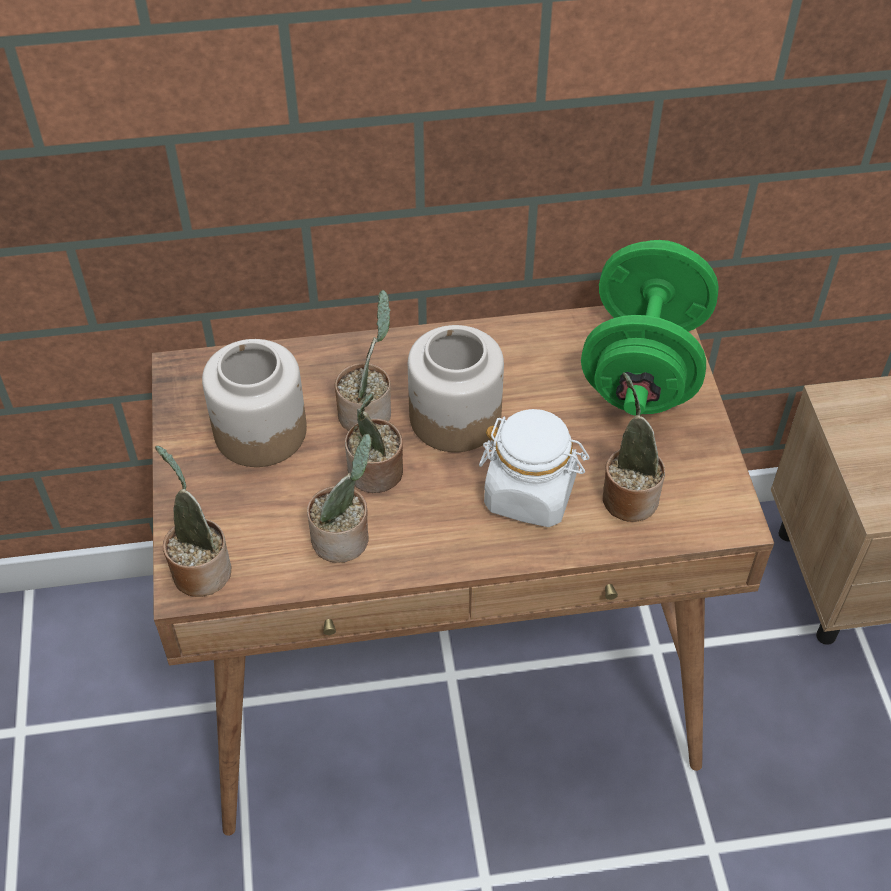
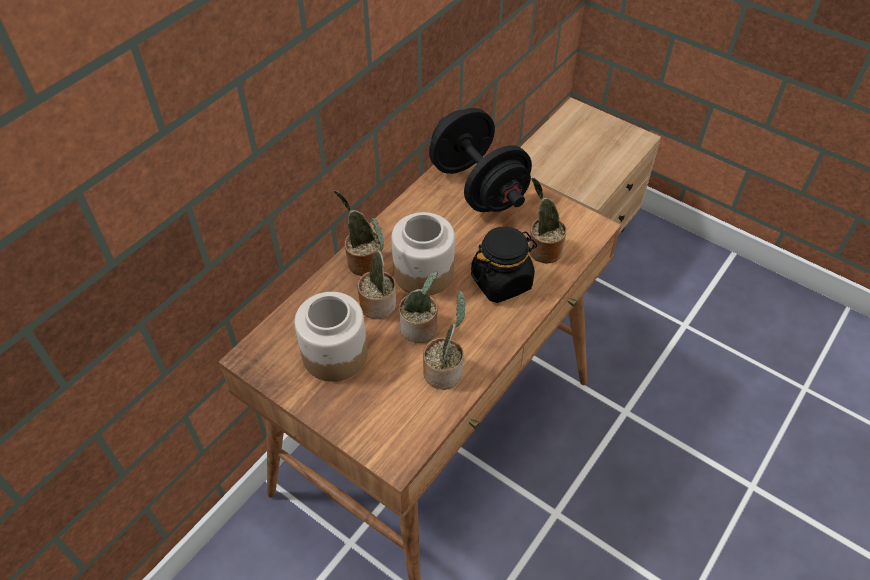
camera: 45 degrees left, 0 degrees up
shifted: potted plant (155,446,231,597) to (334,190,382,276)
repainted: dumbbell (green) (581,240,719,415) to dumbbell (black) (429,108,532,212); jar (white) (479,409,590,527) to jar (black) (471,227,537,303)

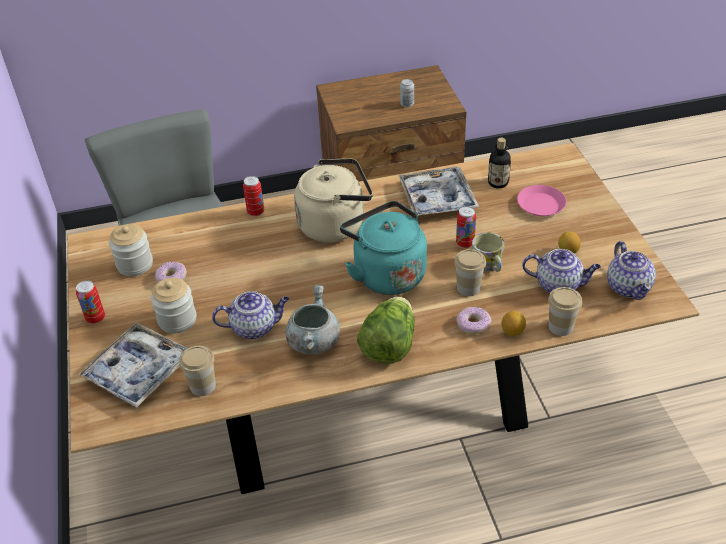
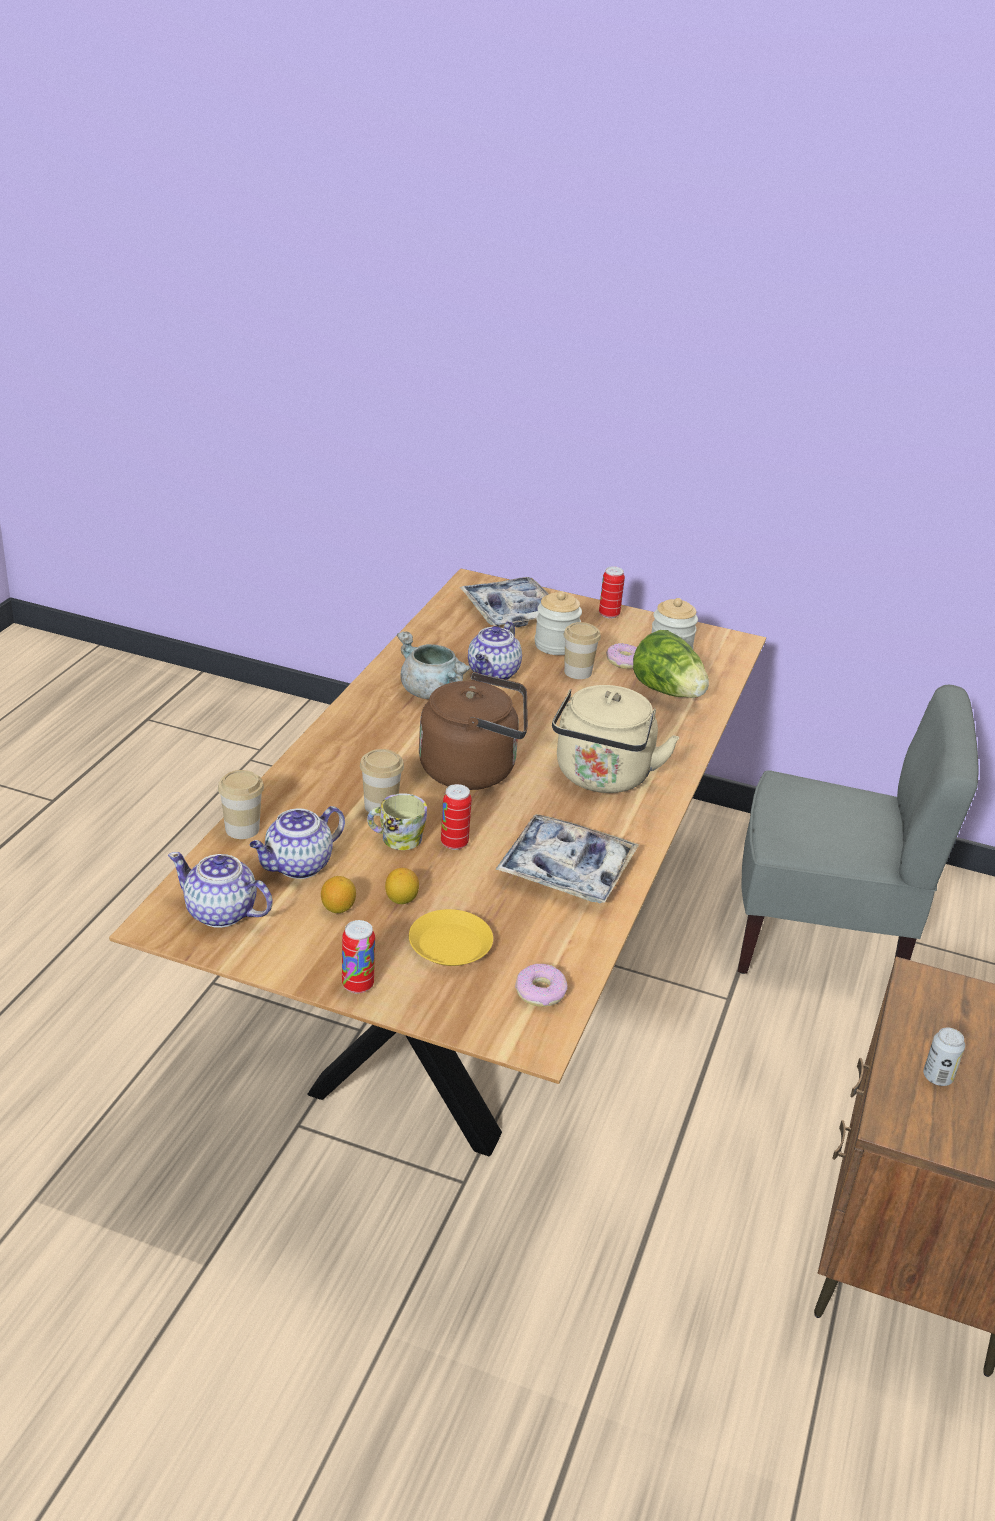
camera: 120 degrees right, 10 degrees down
gone: bottle (488,138,511,188)
shifted: can (243,176,264,217) to (342,920,375,993); lettuce (357,296,415,364) to (633,630,709,698); donut (456,307,491,334) to (515,964,568,1007); lemon (502,311,526,336) to (385,868,419,904); cup (179,346,216,396) to (563,622,601,679)
repainted: plate (pink) (517,185,566,216) to plate (yellow) (409,909,493,966); kettle (turquoise) (340,201,427,295) to kettle (brown) (419,672,528,790)

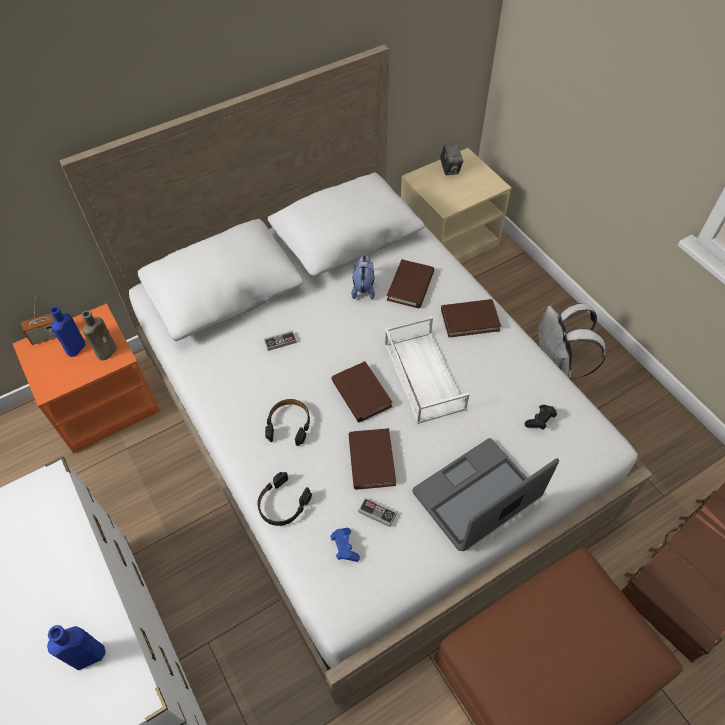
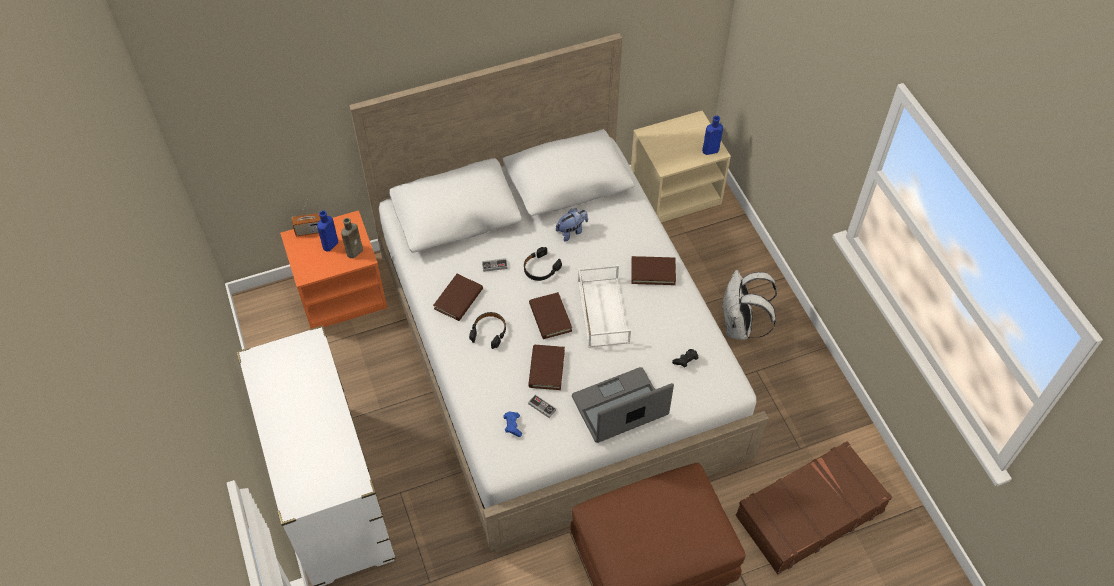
camera: 10 degrees right, 0 degrees up
gone: photo camera (440,143,463,175)
shifted: book (brown) (387,259,434,309) to (433,274,483,321); headphones (black) (258,472,312,526) to (524,247,562,281); bottle (blue) (47,625,106,670) to (702,115,723,155)
rotated: plush toy (351,256,375,300) = (556,209,588,242) 45 degrees clockwise

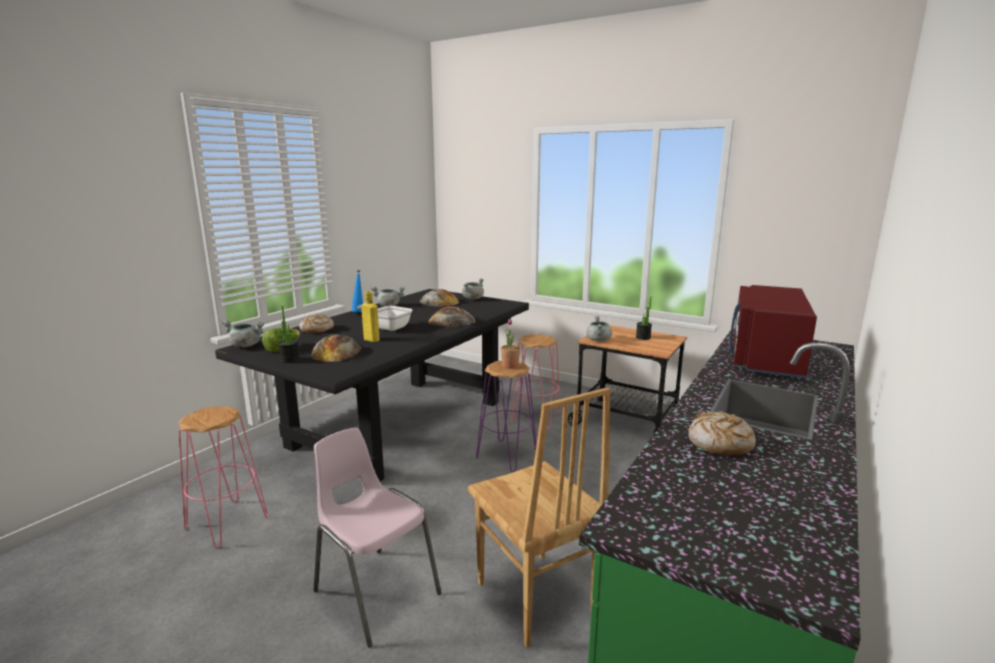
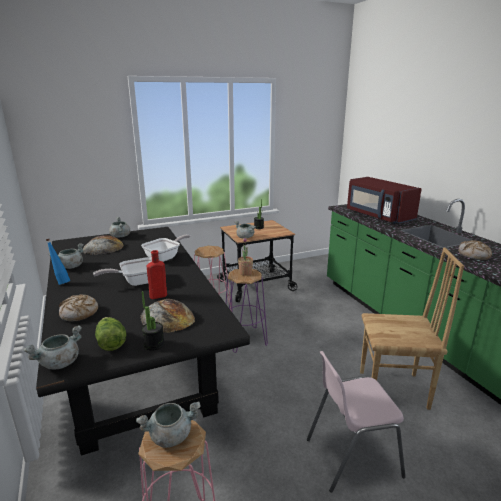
camera: 55 degrees left, 5 degrees up
new: cooking pot (grey) (136,401,201,448)
swapped: bread (428,306,476,327) to frying pan (141,235,190,262)
repainted: bottle (yellow) (361,292,380,342) to bottle (red) (147,250,167,299)

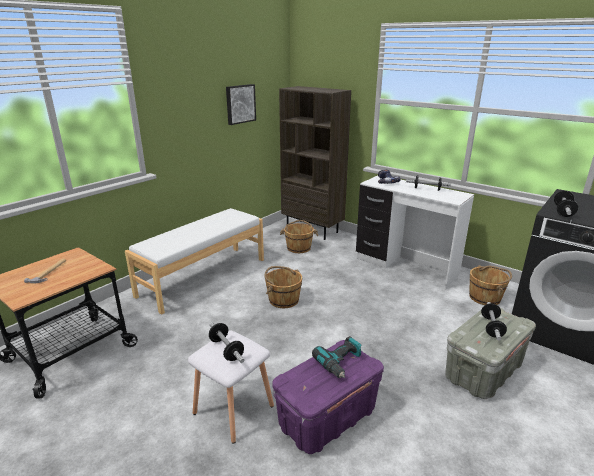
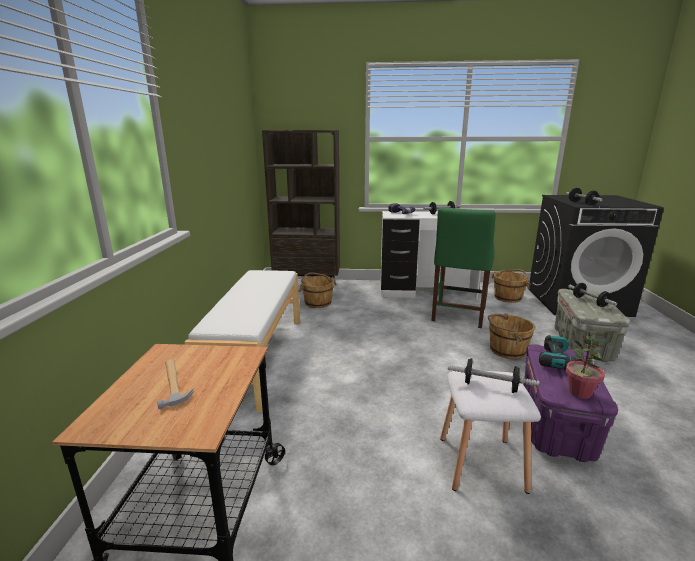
camera: 35 degrees left, 5 degrees down
gone: picture (226,84,256,125)
new: chair (green) (431,207,496,328); potted plant (566,331,605,399)
shifted: bucket (brown) (264,266,302,308) to (488,313,535,359)

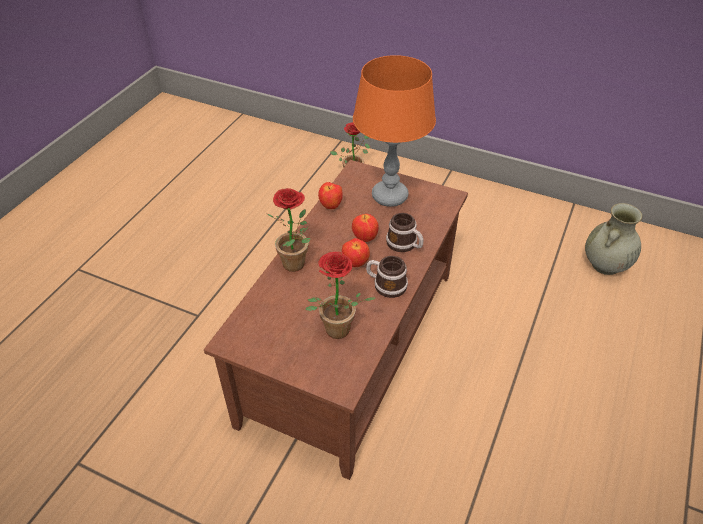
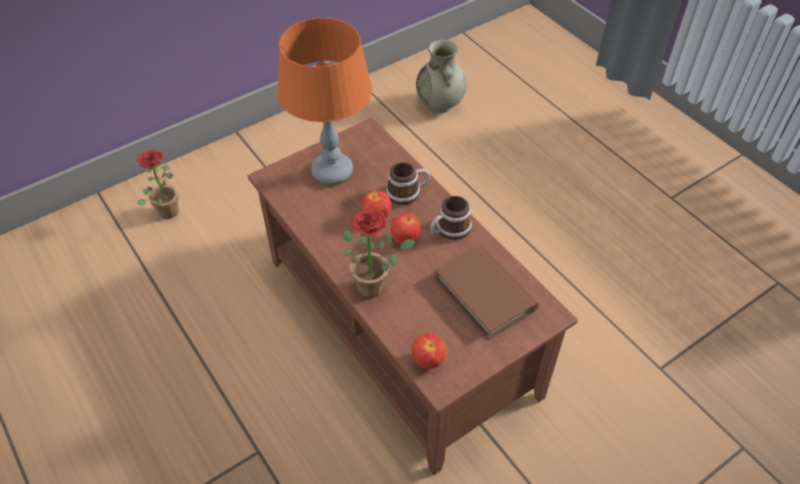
camera: 60 degrees left, 5 degrees up
shifted: apple (318,182,343,209) to (412,332,447,369)
swapped: potted plant (305,252,376,339) to book (brown) (434,244,539,339)

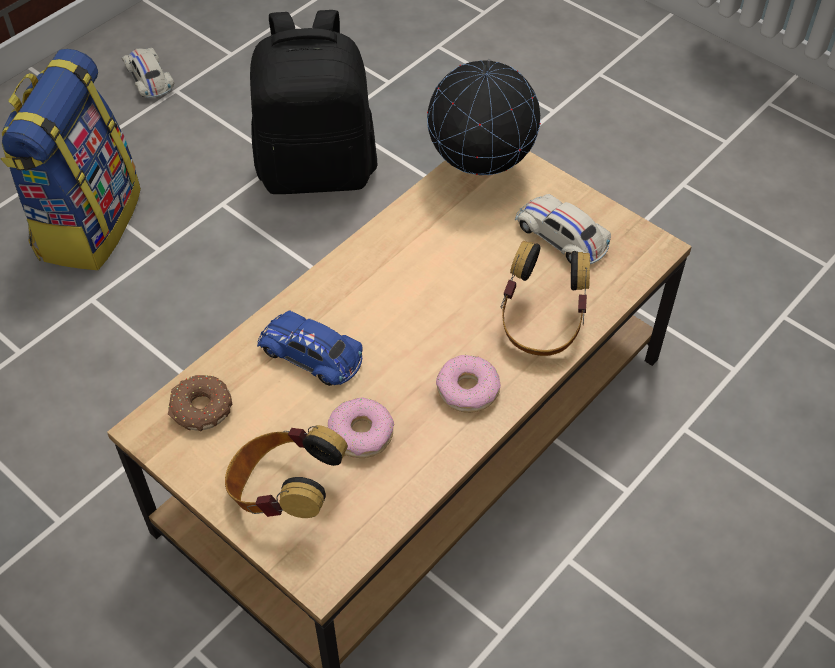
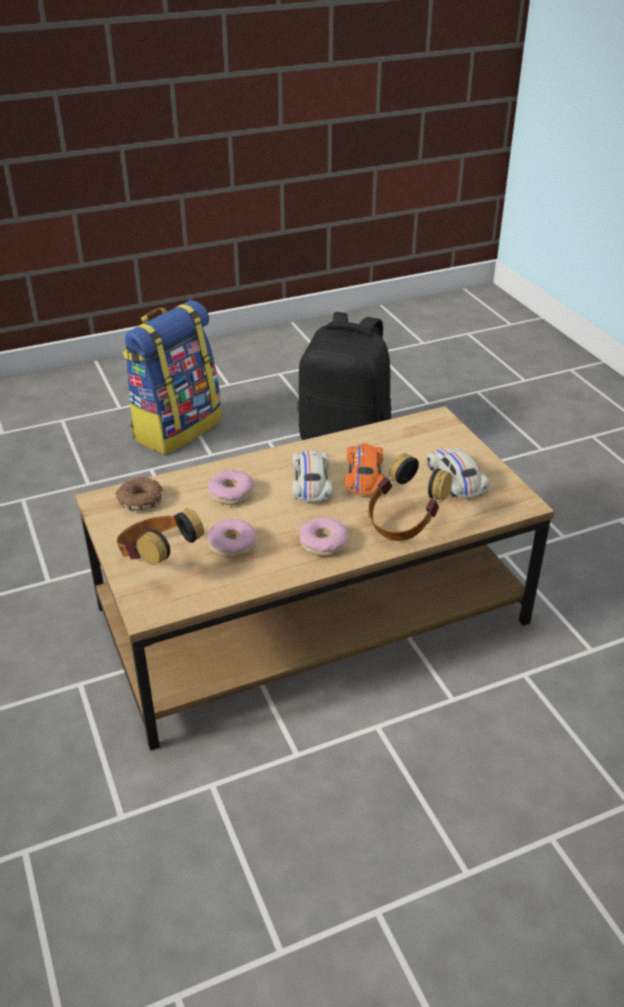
camera: 25 degrees right, 15 degrees down
gone: globe (427,59,541,175)
new: toy car (orange) (345,444,385,495)
shifted: toy car (white) (122,48,174,98) to (292,449,333,502)
swapped: toy car (blue) (257,311,362,386) to donut (208,469,254,505)

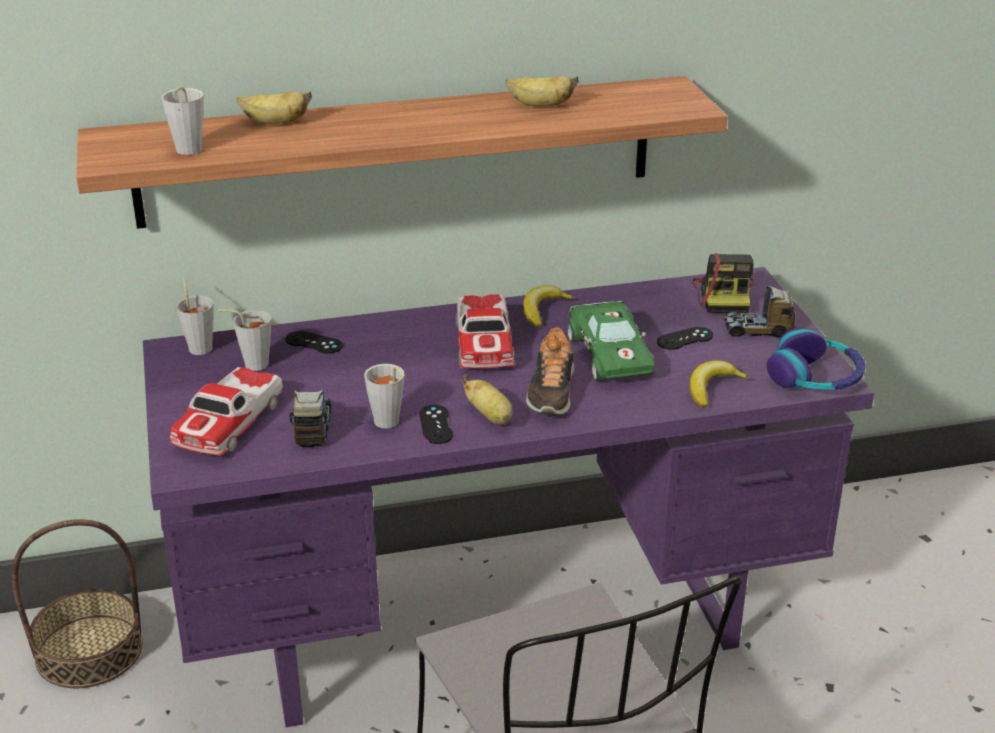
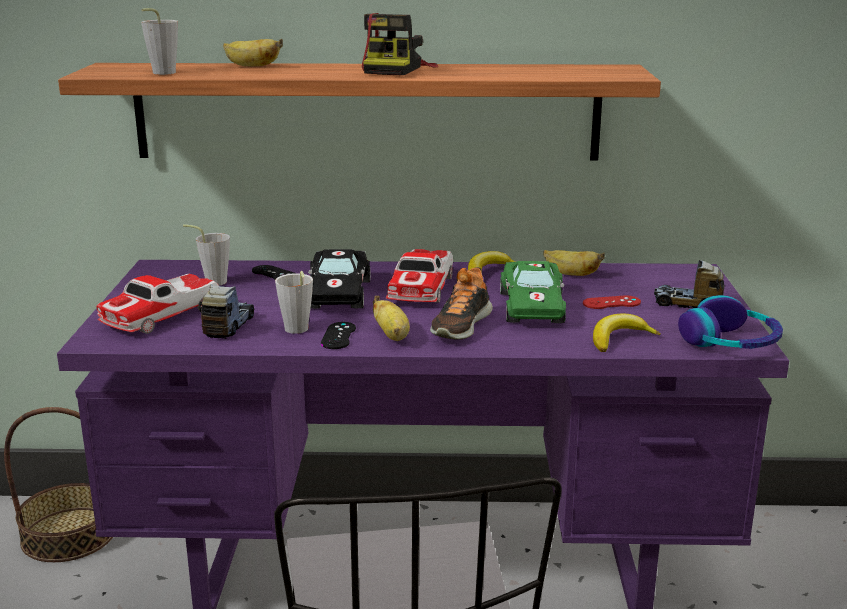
camera: 15 degrees right, 10 degrees down
gone: cup (grey) (176,278,214,355)
new: toy car (black) (308,249,370,309)
shifted: banana (505,76,579,106) to (543,250,605,276); photo camera (692,253,754,313) to (362,13,438,75)
repainted: game controller (black) (657,327,713,350) to game controller (red) (583,296,641,309)

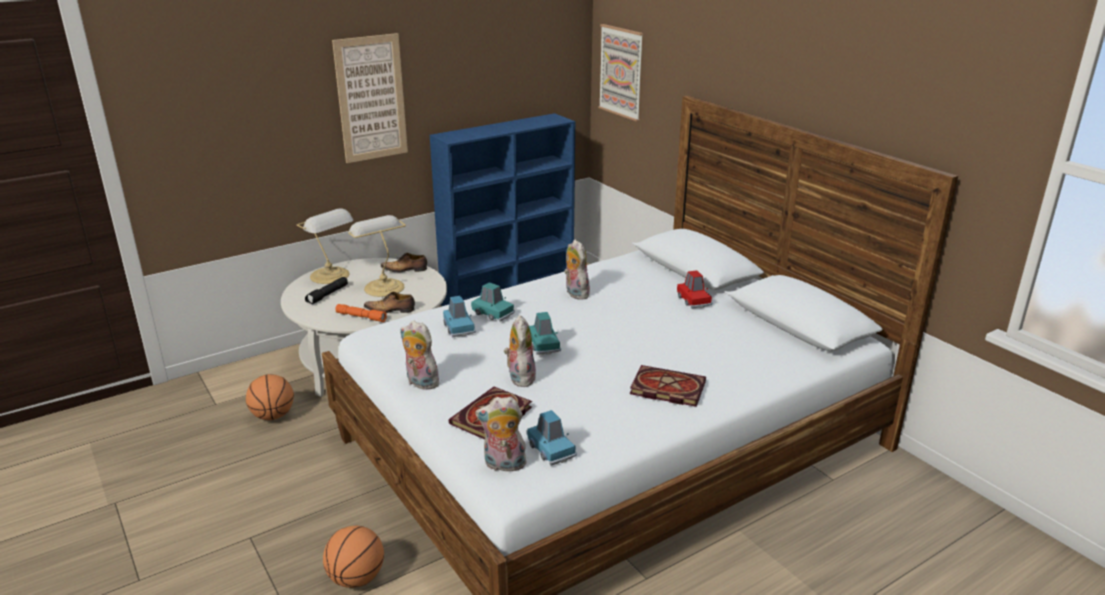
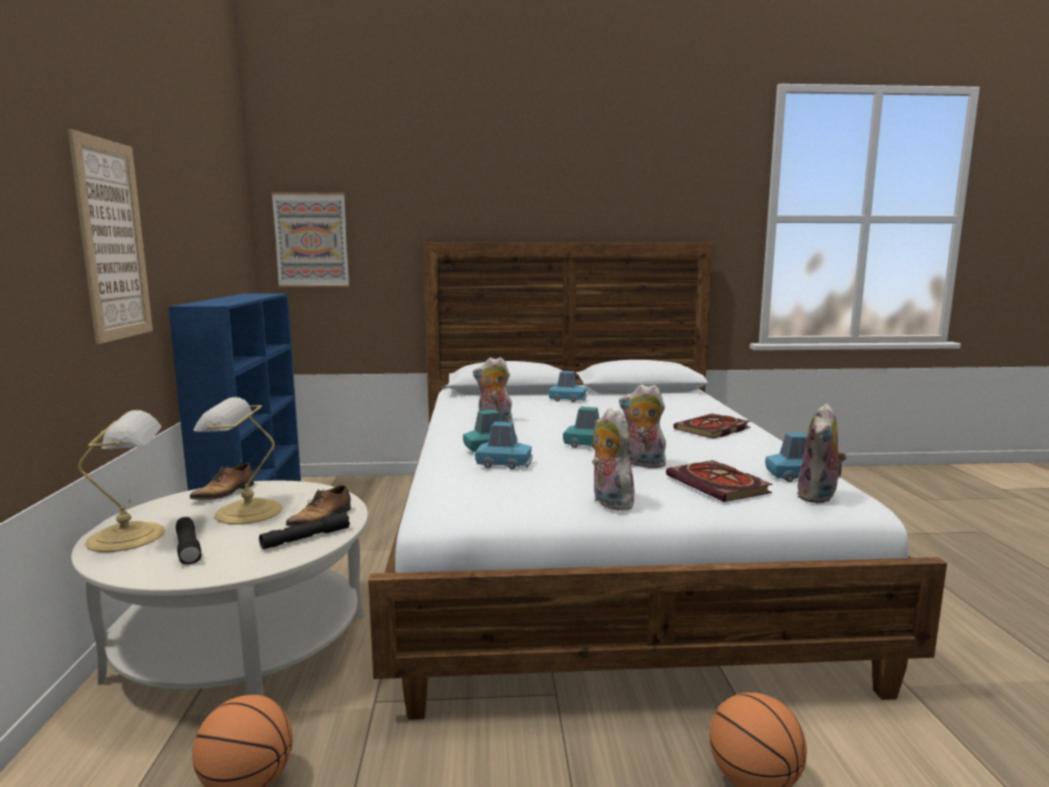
camera: 60 degrees left, 15 degrees down
repainted: toy car (red) (677,270,712,309) to toy car (blue) (548,371,587,402); flashlight (orange) (335,304,387,322) to flashlight (black) (259,512,350,549)
rotated: plush toy (400,320,439,390) = (592,408,636,510) 90 degrees clockwise

